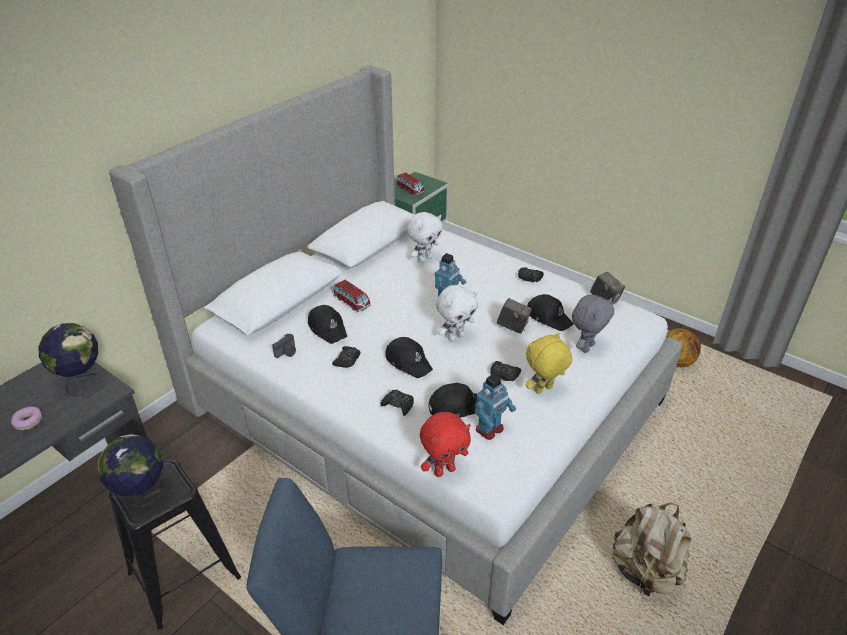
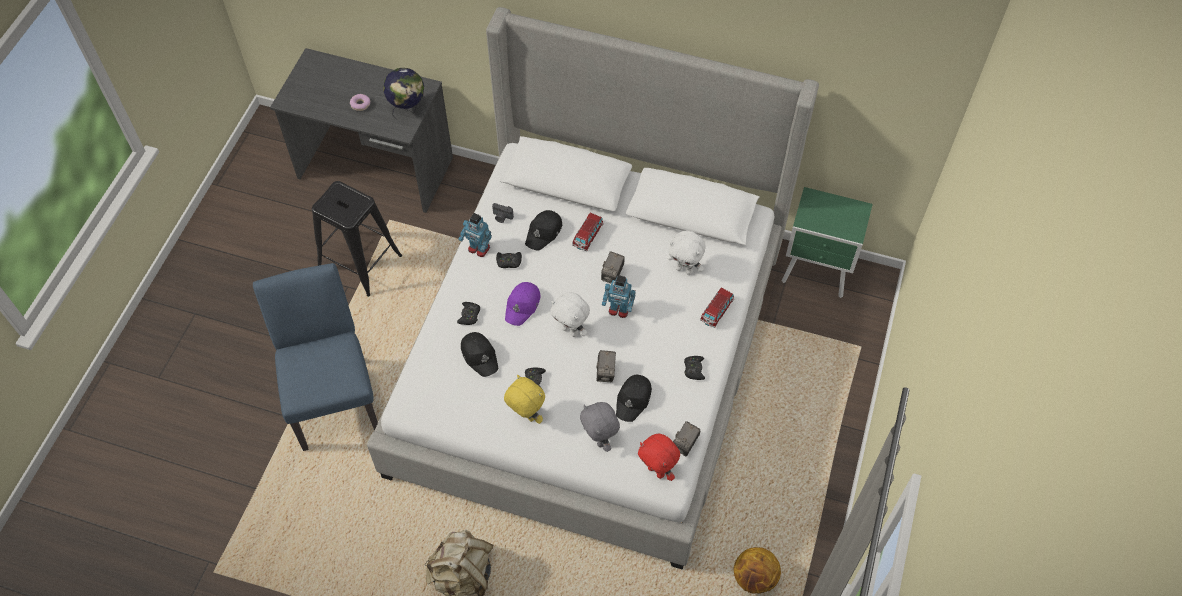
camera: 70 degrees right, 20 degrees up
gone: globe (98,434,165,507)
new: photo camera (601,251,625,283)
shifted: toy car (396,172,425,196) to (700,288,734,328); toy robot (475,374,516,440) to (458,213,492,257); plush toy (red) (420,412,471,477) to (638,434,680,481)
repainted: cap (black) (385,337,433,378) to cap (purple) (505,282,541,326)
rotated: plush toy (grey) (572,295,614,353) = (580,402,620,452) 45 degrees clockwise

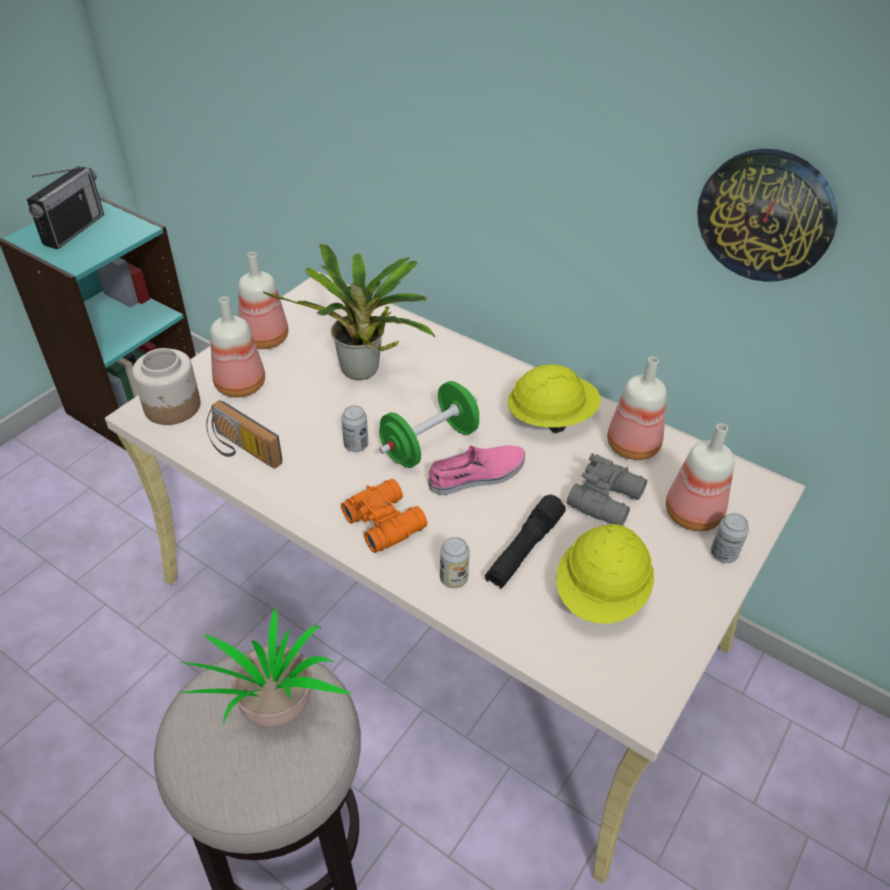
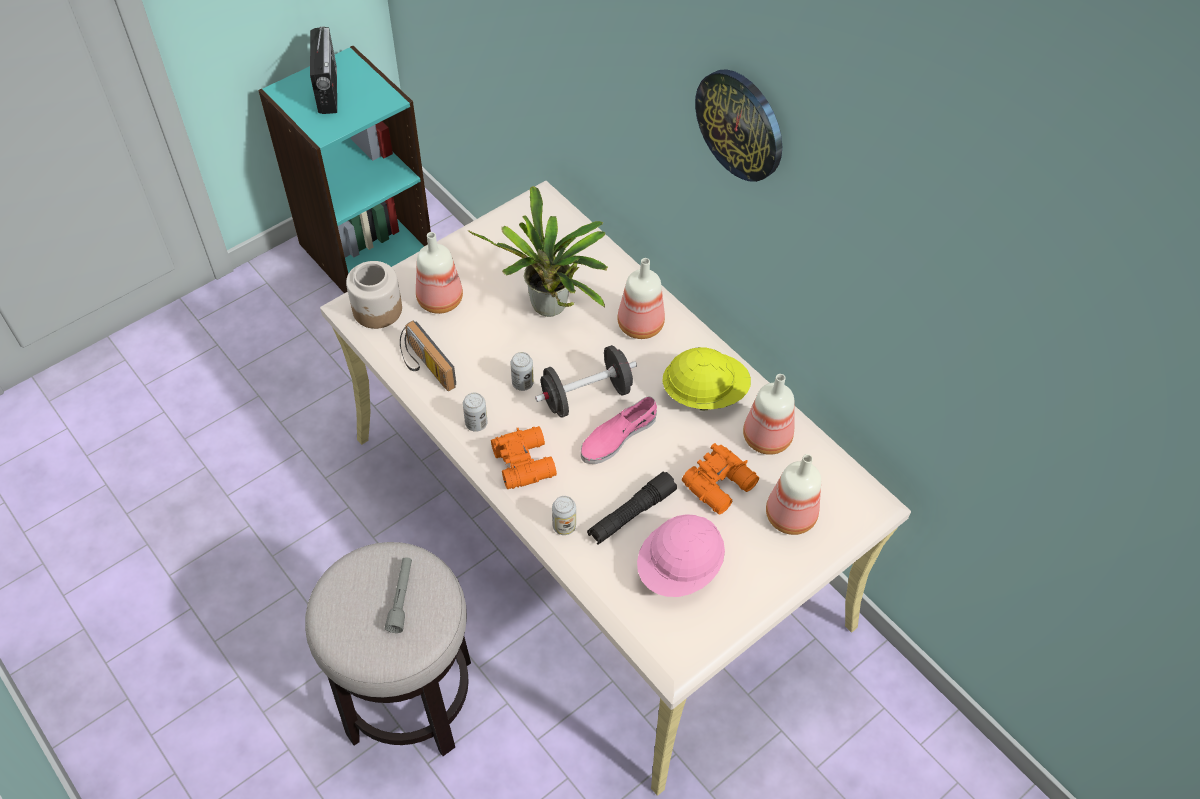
camera: 15 degrees right, 10 degrees up
shifted: wall clock (697,149,837,282) to (695,69,782,182); bottle (238,252,288,349) to (617,258,665,339); can (711,513,749,563) to (463,392,487,432)
swapped: potted plant (179,608,353,728) to flashlight (grey) (385,557,412,633)
repainted: dumbbell (green) (379,381,479,468) to dumbbell (black) (535,345,637,418); binoculars (grey) (567,453,647,526) to binoculars (orange) (682,443,759,515); hard hat (yellow) (556,524,654,624) to hard hat (pink) (637,514,725,597)
rotated: radio (27,166,104,249) = (310,26,337,114) 45 degrees counterclockwise; shoe (pink) (428,445,525,495) = (581,396,657,464) 150 degrees clockwise

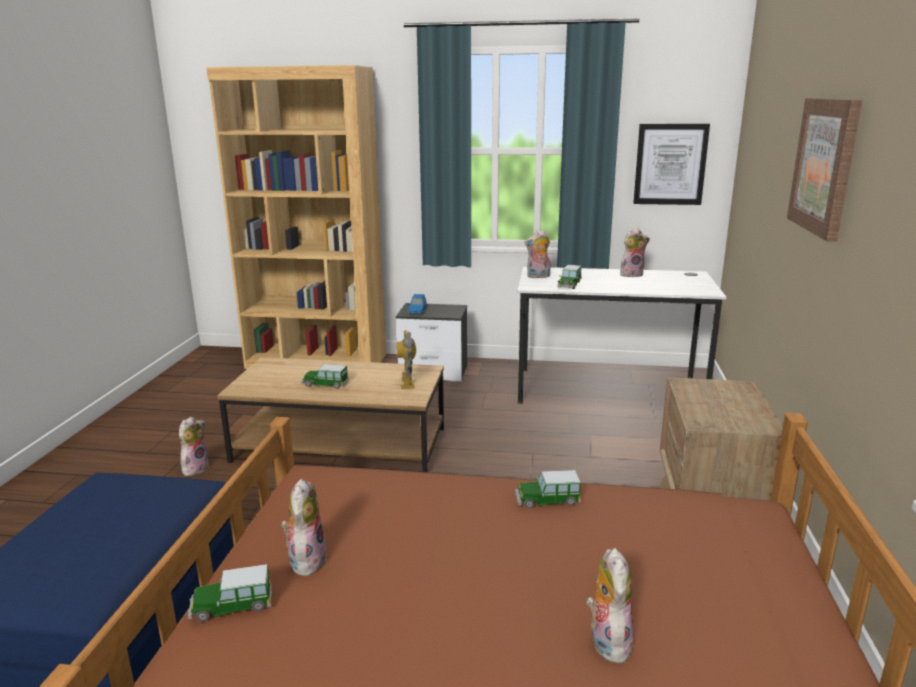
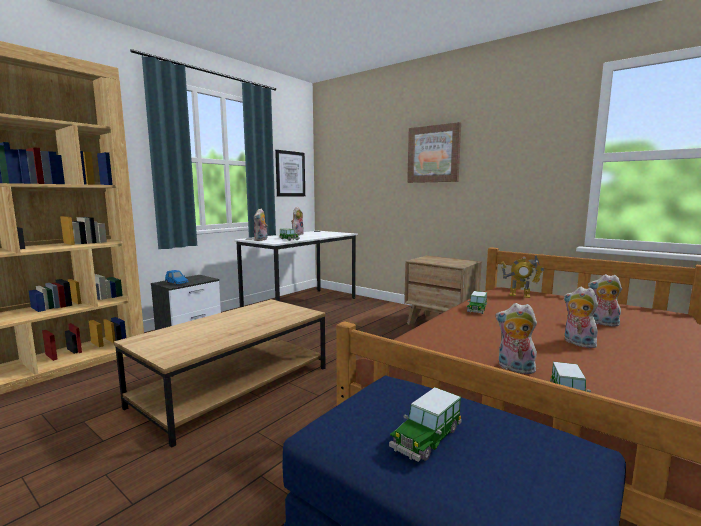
camera: 60 degrees left, 10 degrees down
shifted: toy robot (396,330,416,389) to (501,255,544,298); toy car (301,364,349,389) to (389,387,461,462); plush toy (179,417,209,476) to (564,287,599,348)

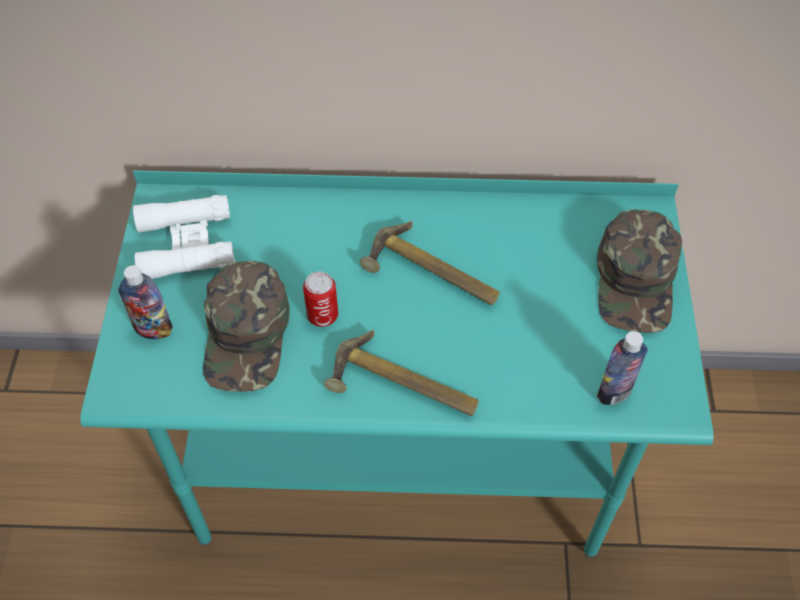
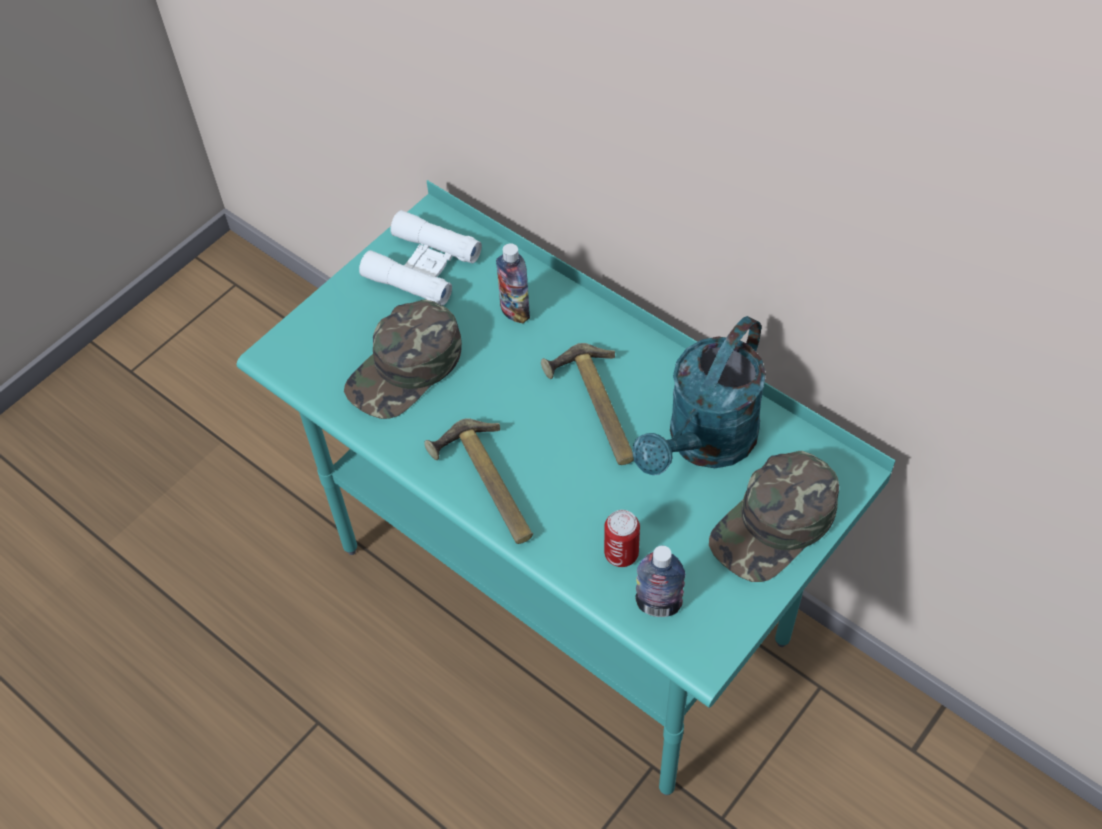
camera: 40 degrees right, 0 degrees up
new: watering can (turquoise) (632,316,766,475)
shifted: bottle (118,265,173,339) to (496,243,530,323); can (303,271,338,327) to (604,510,640,567)

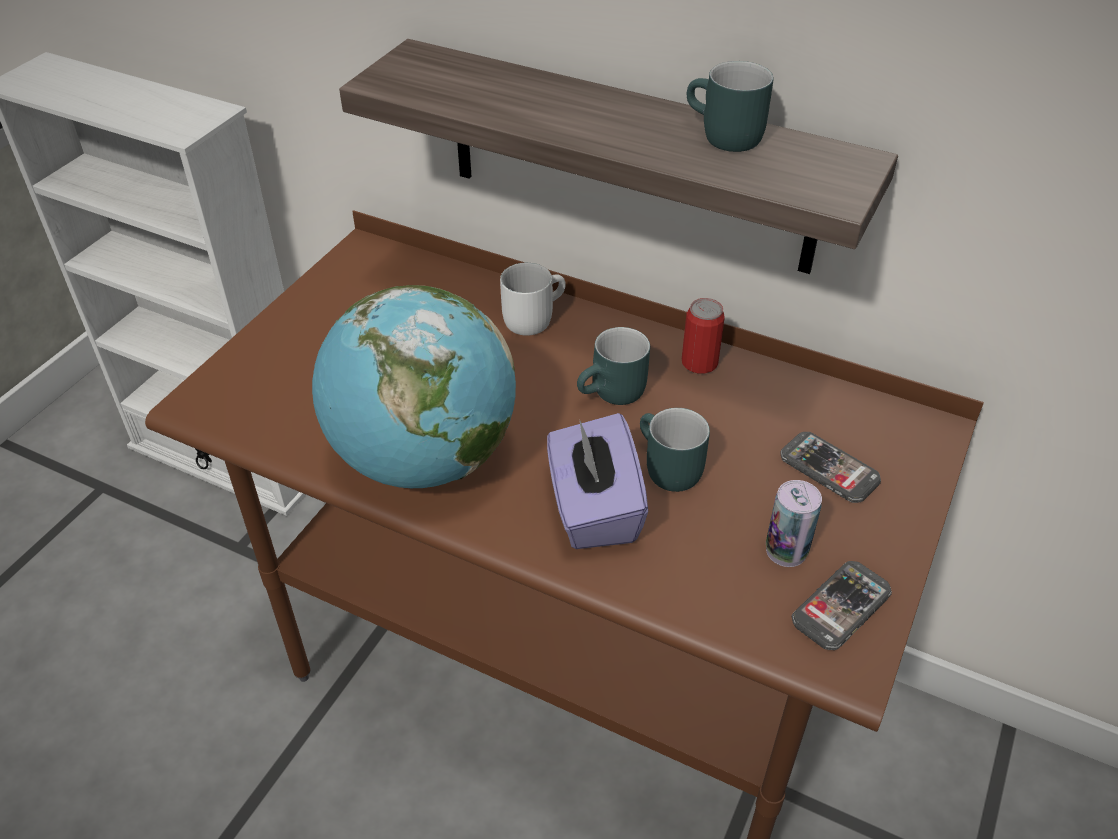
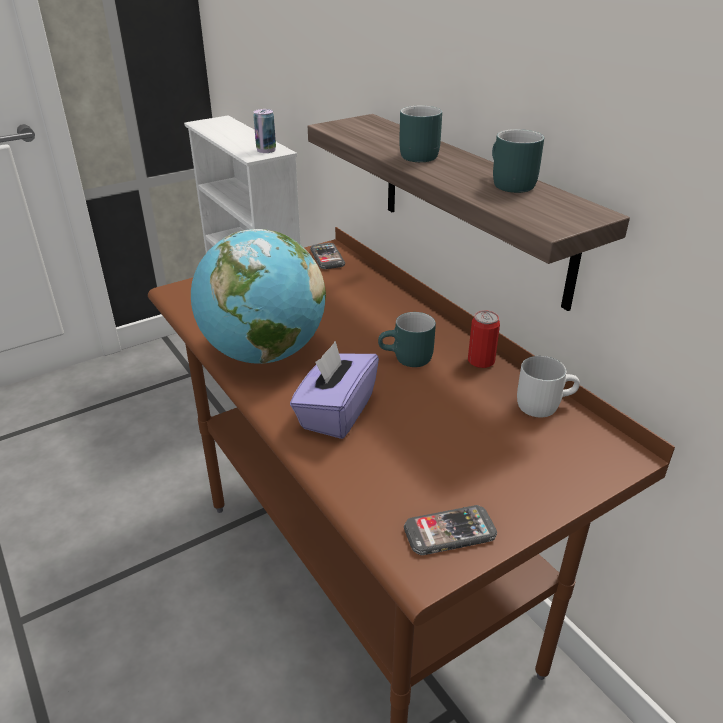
camera: 30 degrees right, 10 degrees down
shifted: mug (white) (500,263,566,336) to (517,356,580,417); mug (turquoise) (640,408,710,492) to (399,106,442,162); phone (781,432,881,503) to (310,243,345,269); can (766,480,822,567) to (253,109,276,153)

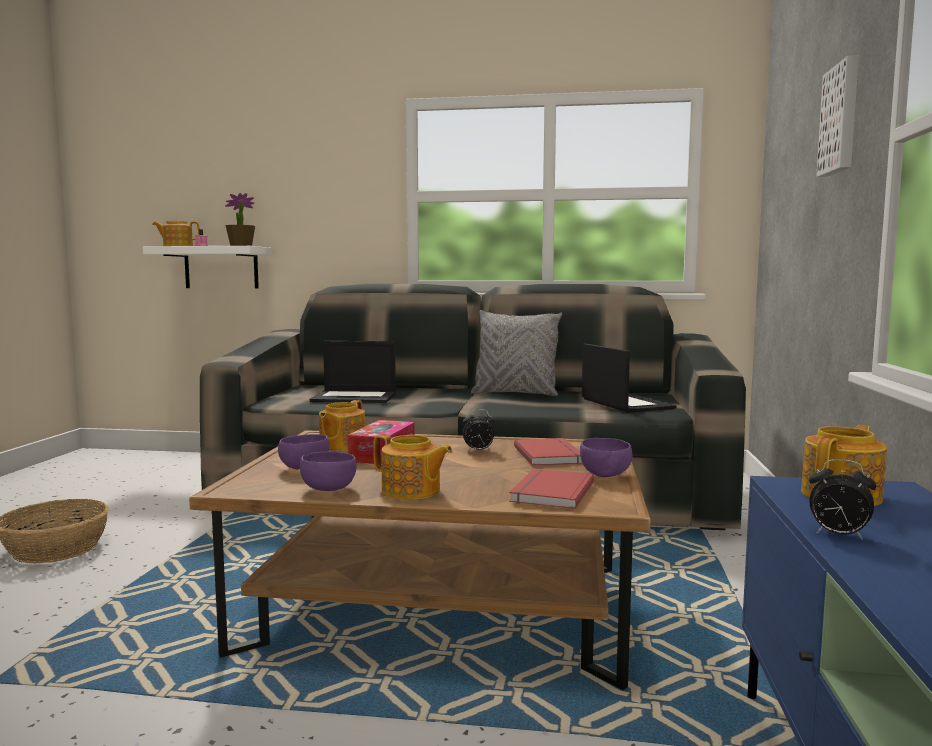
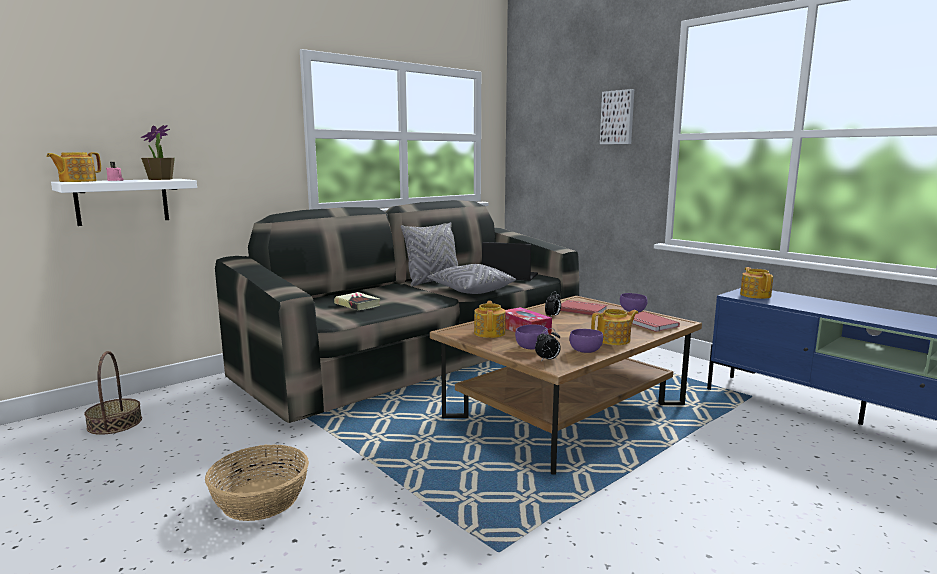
camera: 50 degrees left, 5 degrees up
new: pillow (grey) (427,264,516,294); basket (84,351,142,435)
shifted: alarm clock (809,459,876,540) to (535,328,561,361)
swapped: laptop (310,341,396,403) to book (334,292,380,310)
rotated: teapot (319,400,365,451) = (474,301,506,338) 150 degrees counterclockwise

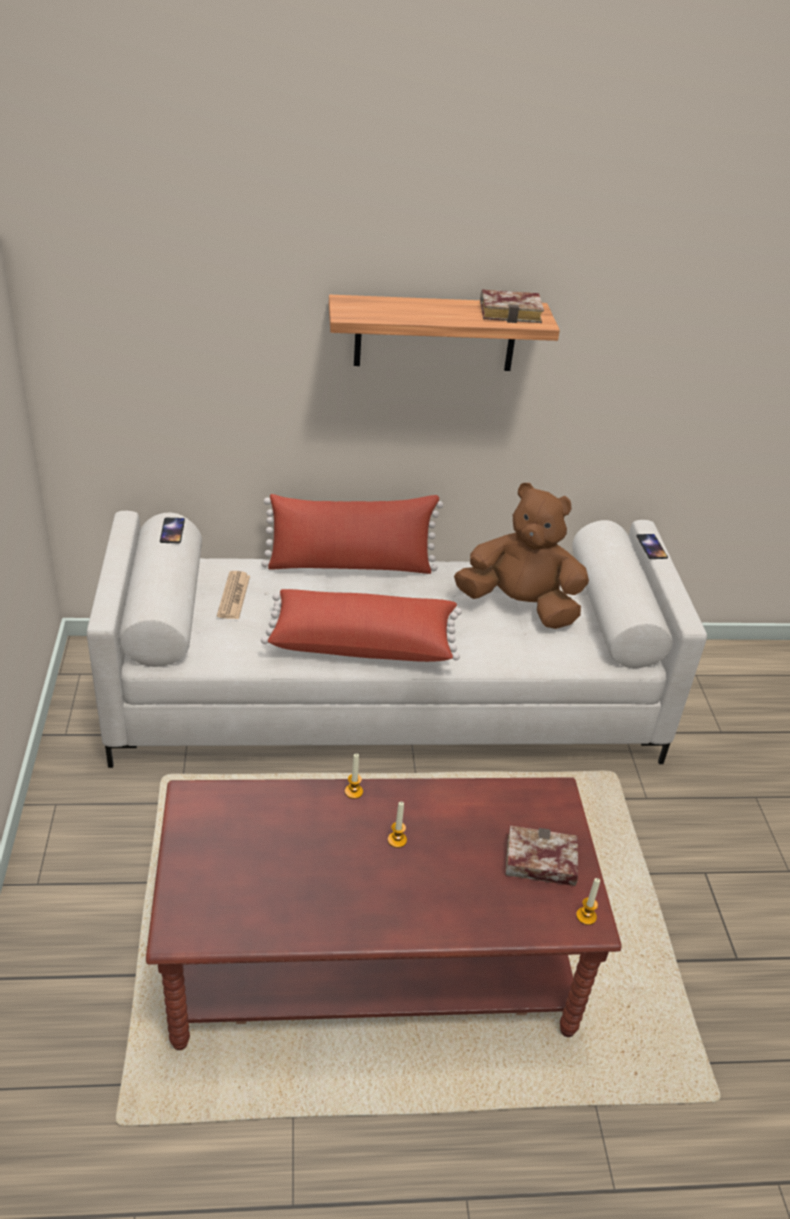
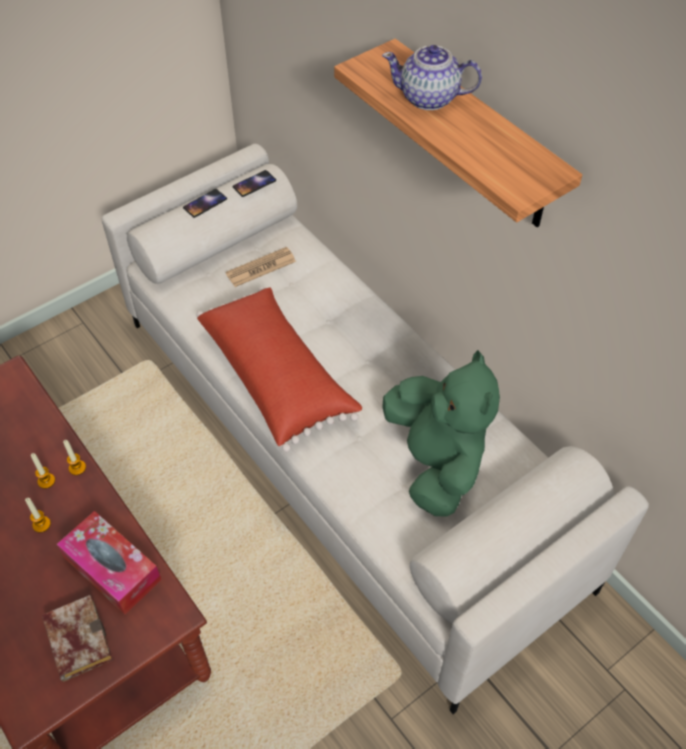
camera: 60 degrees right, 15 degrees up
gone: book (480,289,544,323); pillow (red) (261,494,443,574)
new: teapot (382,45,482,110); tissue box (57,511,162,614)
shifted: phone (636,534,668,559) to (183,189,227,218); candle (576,878,600,925) to (31,453,55,489)
repainted: plush toy (brown) (454,483,589,629) to plush toy (green) (382,350,500,516)

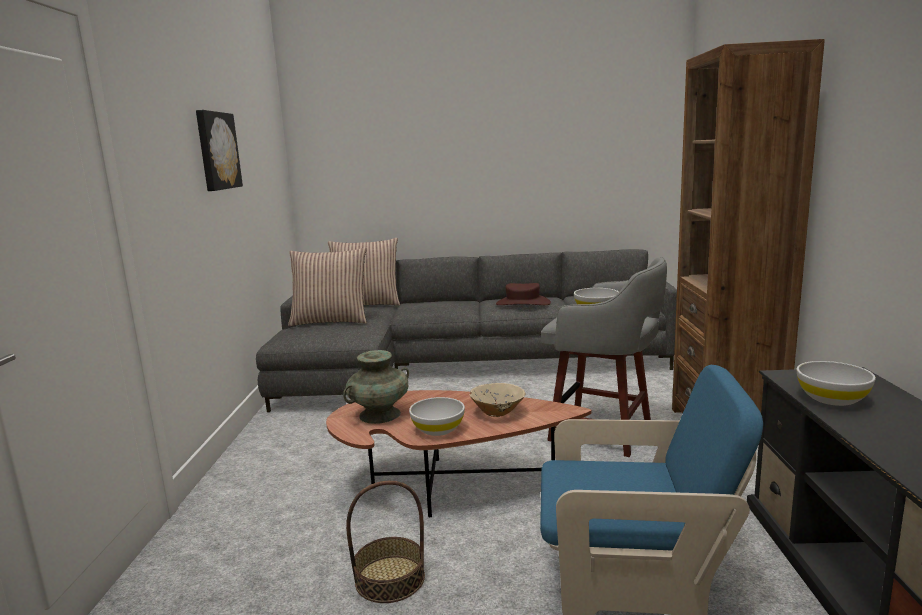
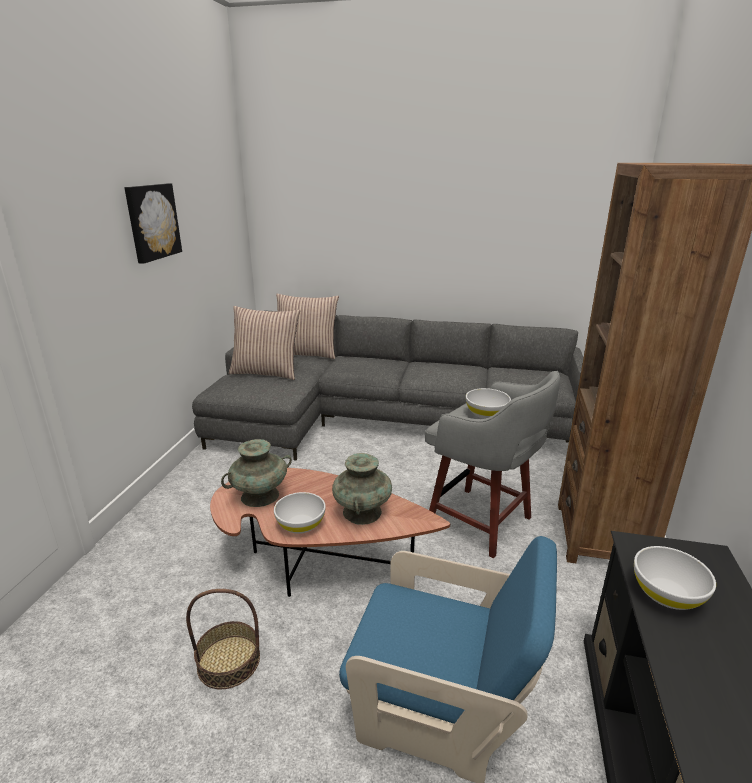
camera: 10 degrees right, 10 degrees up
gone: hat (brown) (496,283,551,305)
swapped: bowl (beige) (469,383,525,417) to vase (turquoise) (332,453,392,525)

